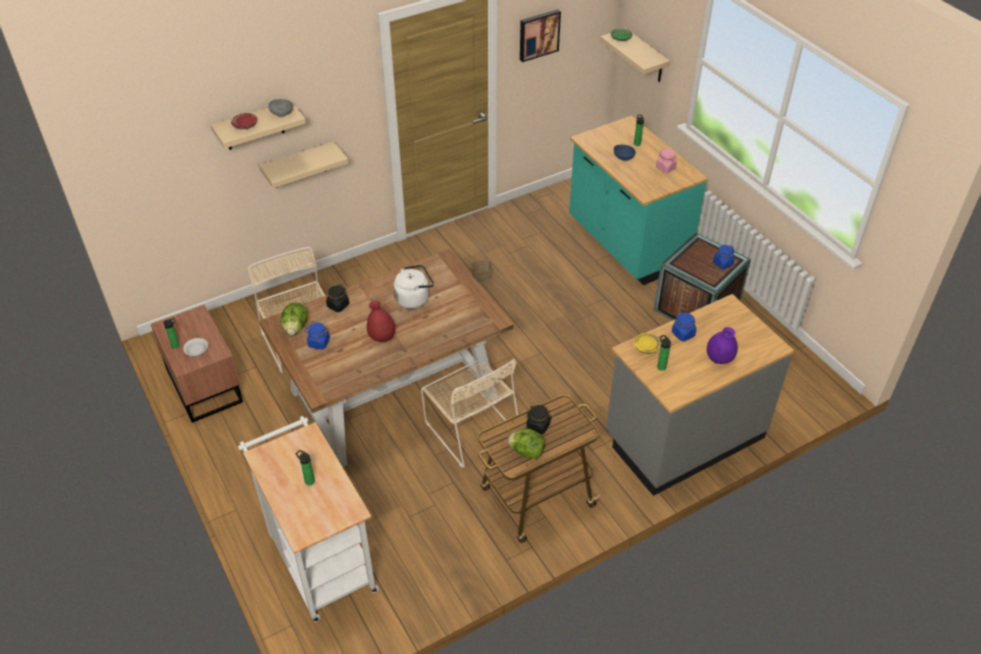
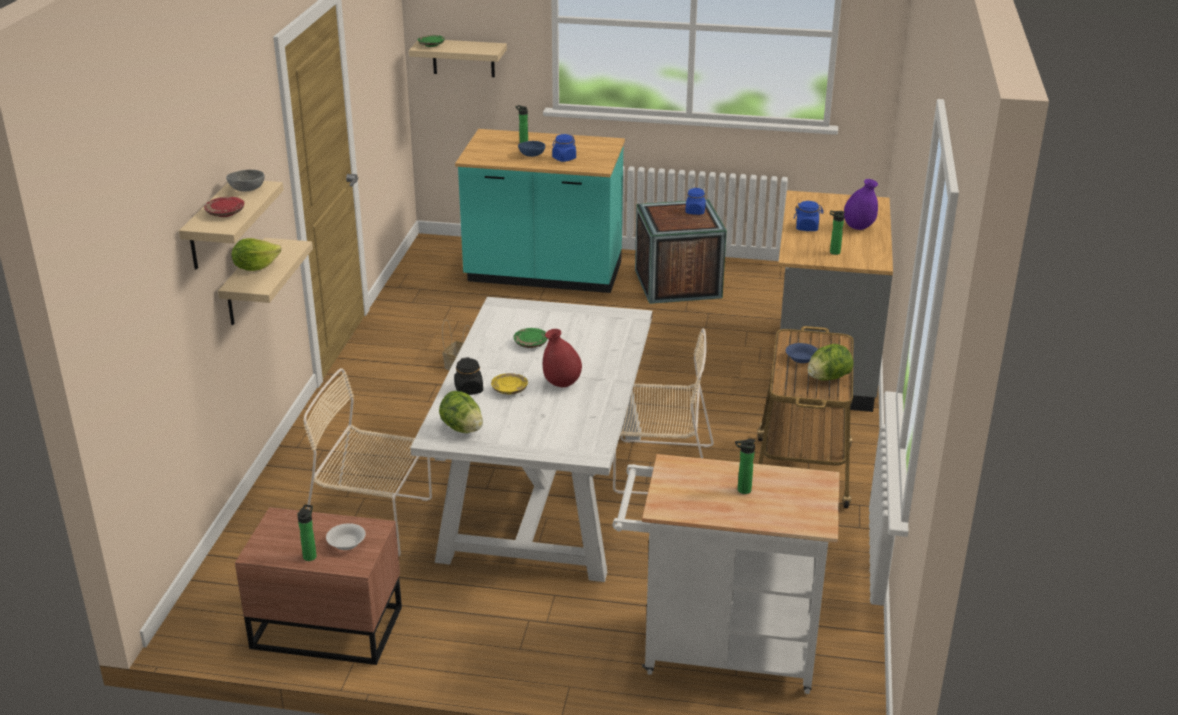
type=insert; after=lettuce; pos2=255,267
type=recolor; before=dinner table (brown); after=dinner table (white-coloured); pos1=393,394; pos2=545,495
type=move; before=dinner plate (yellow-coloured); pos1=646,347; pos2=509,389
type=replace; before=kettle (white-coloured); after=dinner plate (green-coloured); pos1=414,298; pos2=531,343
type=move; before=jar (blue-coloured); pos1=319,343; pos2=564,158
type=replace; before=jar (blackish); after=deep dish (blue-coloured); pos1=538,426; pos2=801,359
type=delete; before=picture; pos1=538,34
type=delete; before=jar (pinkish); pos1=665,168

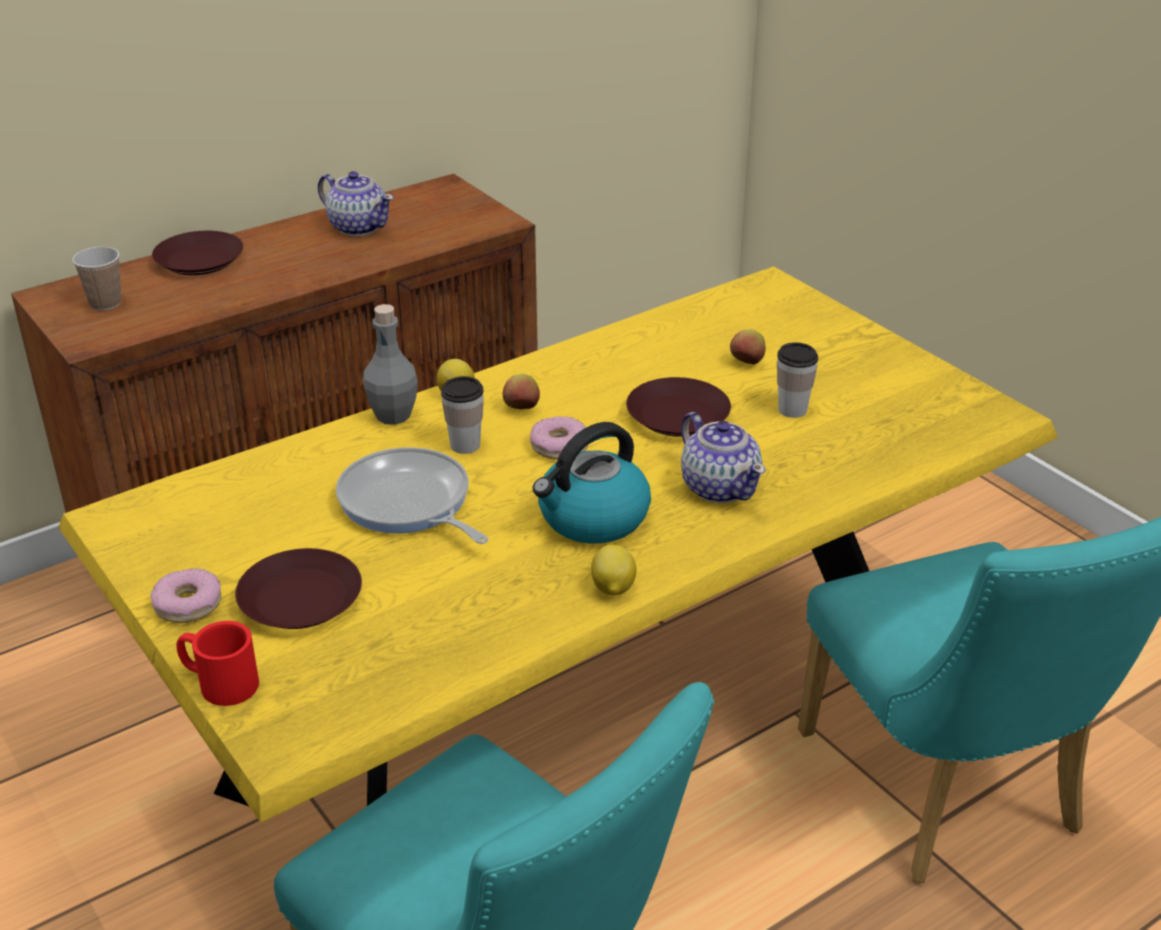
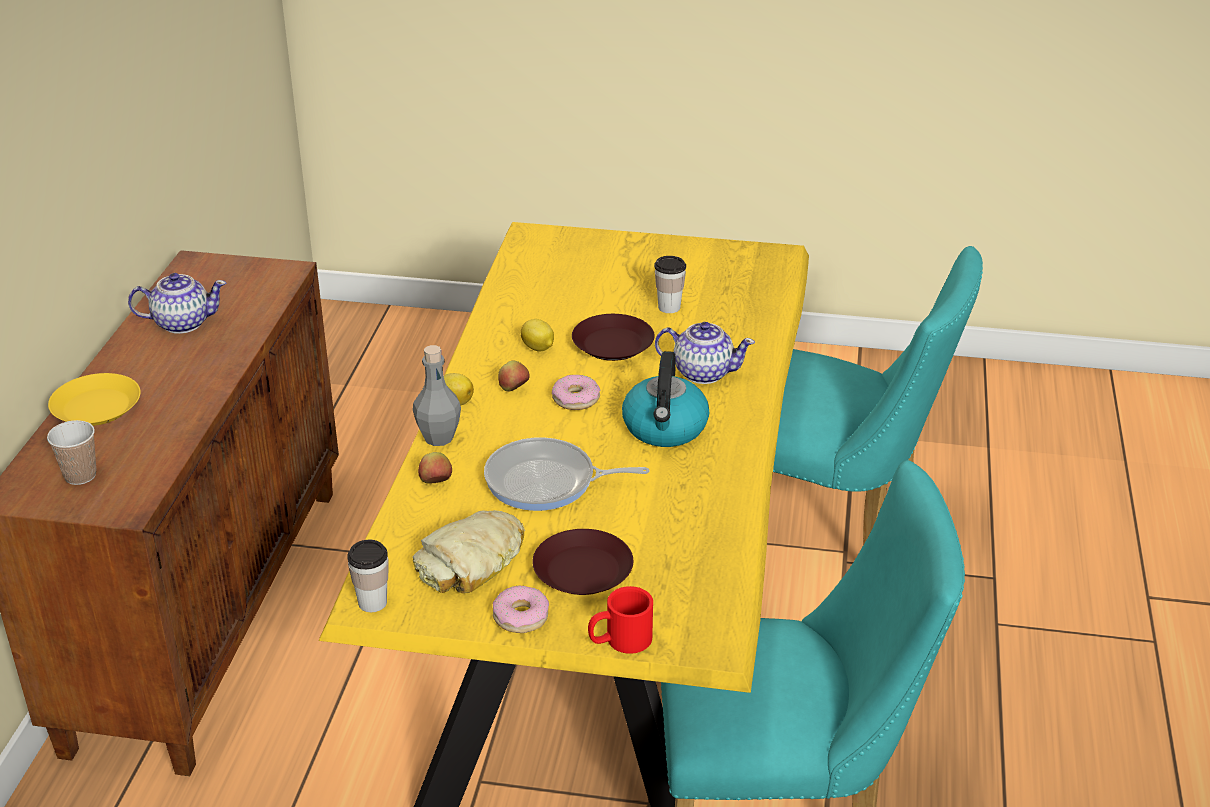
type=recolor; before=dinner plate (brown); after=dinner plate (yellow-coloured); pos1=200,261; pos2=97,407
type=move; before=drinking cup; pos1=465,445; pos2=372,602
type=insert; after=bread; pos2=472,562
type=move; before=apple; pos1=747,363; pos2=436,483
type=move; before=citrus fruit; pos1=612,588; pos2=538,348

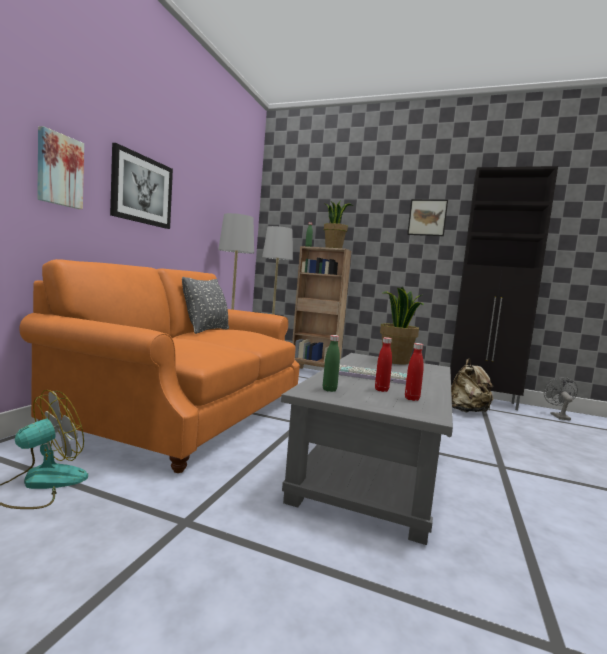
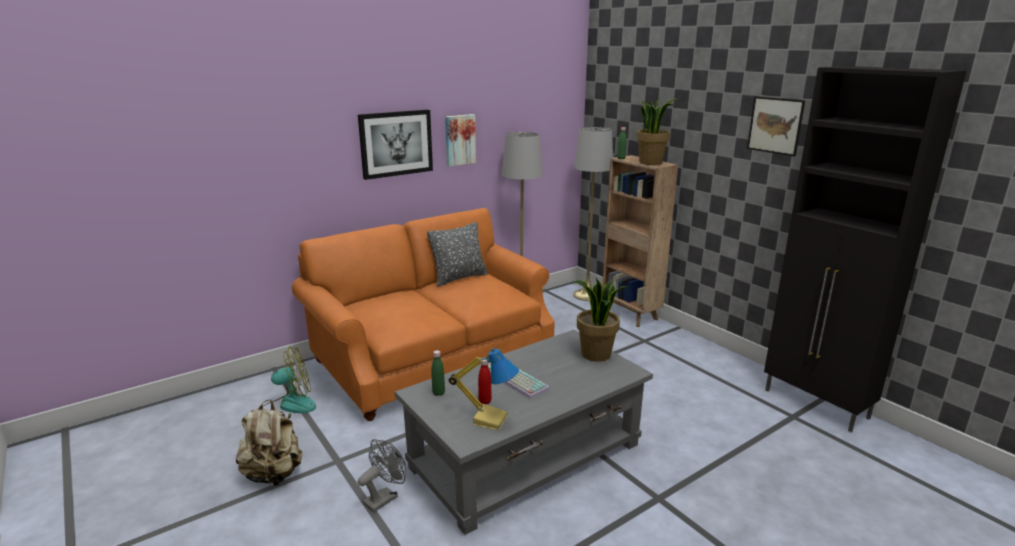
type=move; before=backpack (beige); pos1=467,411; pos2=274,474
type=move; before=fan (gray); pos1=558,416; pos2=384,497
type=move; before=picture; pos1=59,170; pos2=459,139
type=replace; before=bottle (red); after=table lamp; pos1=412,399; pos2=490,419

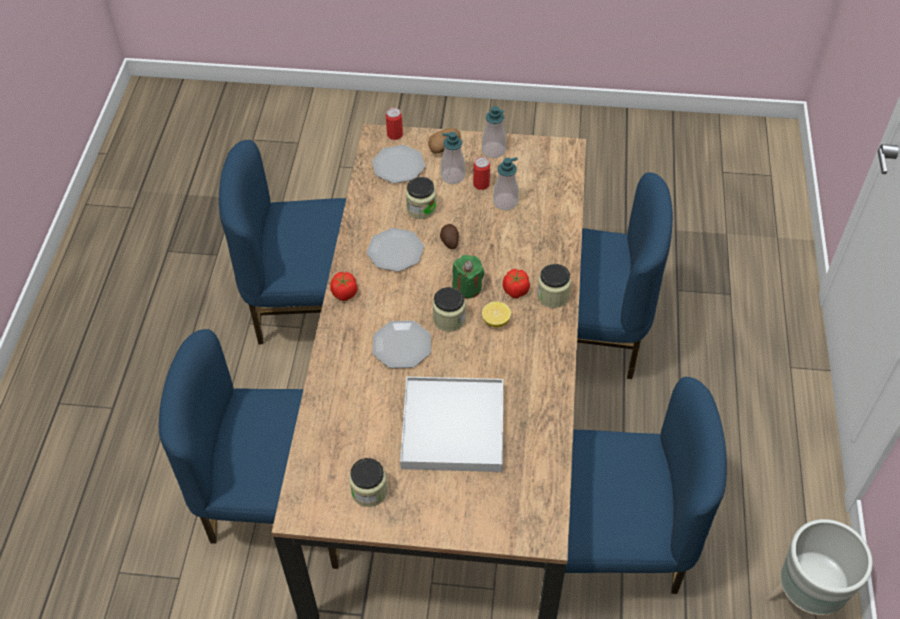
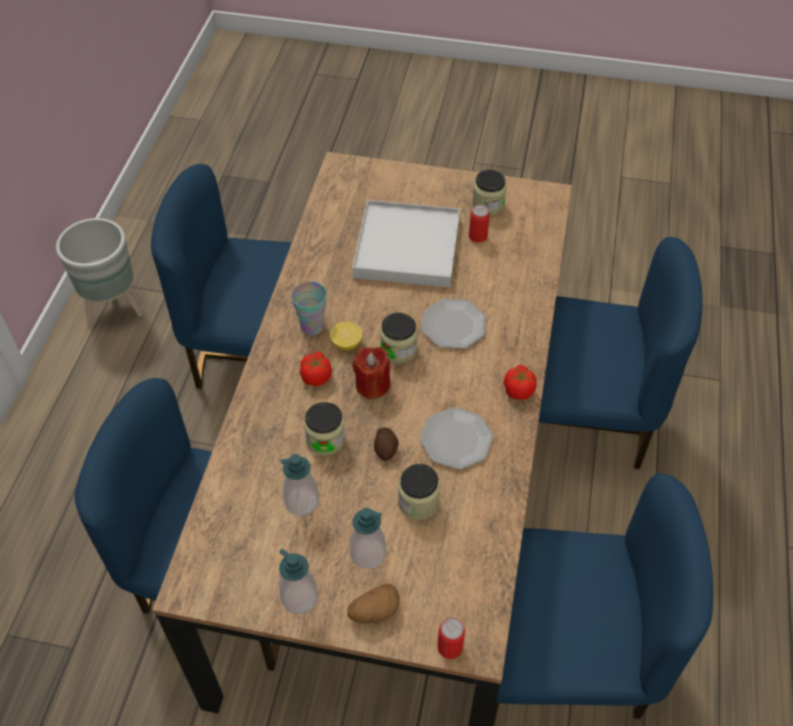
type=insert; after=drinking cup; pos2=312,326
type=move; before=jar; pos1=553,296; pos2=325,440
type=recolor; before=wax light (green-coloured); after=wax light (red); pos1=467,287; pos2=372,385
type=move; before=metal can; pos1=481,184; pos2=478,236
type=delete; before=dinner plate; pos1=399,165

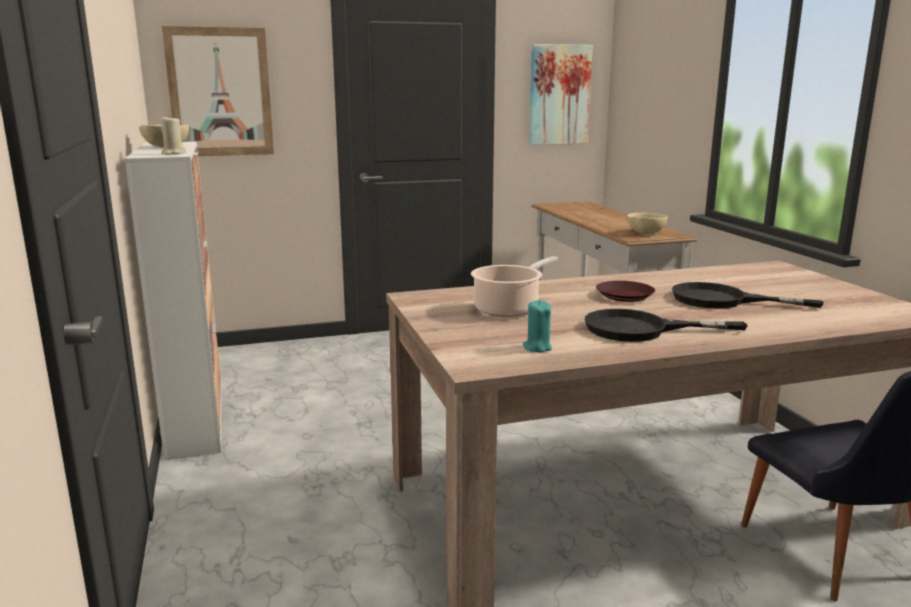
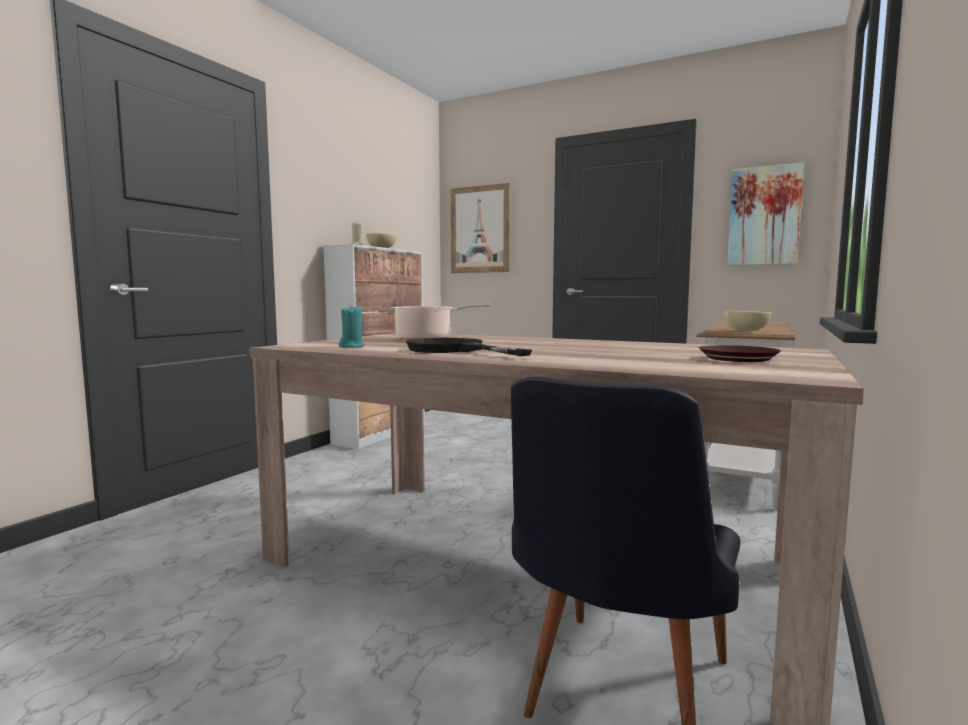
type=move; before=dinner plate (brown); pos1=624,295; pos2=737,359
type=delete; before=skillet (blackish); pos1=722,300

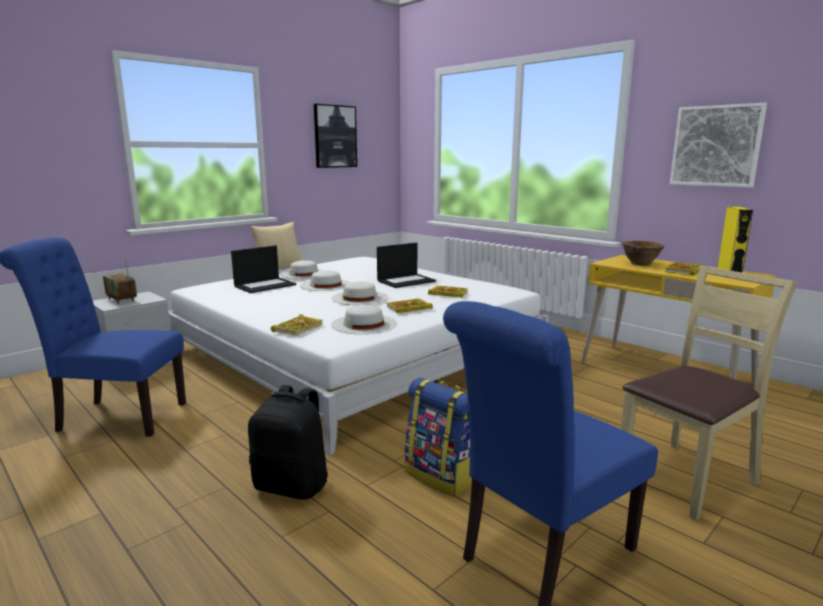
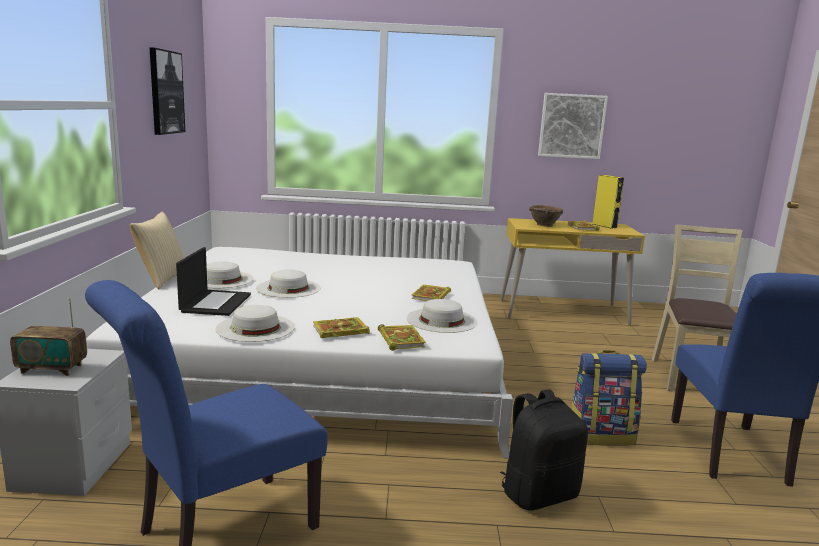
type=move; before=clothing hat (white-coloured); pos1=359,298; pos2=255,328
type=move; before=book; pos1=447,294; pos2=339,331
type=delete; before=portable computer; pos1=406,281

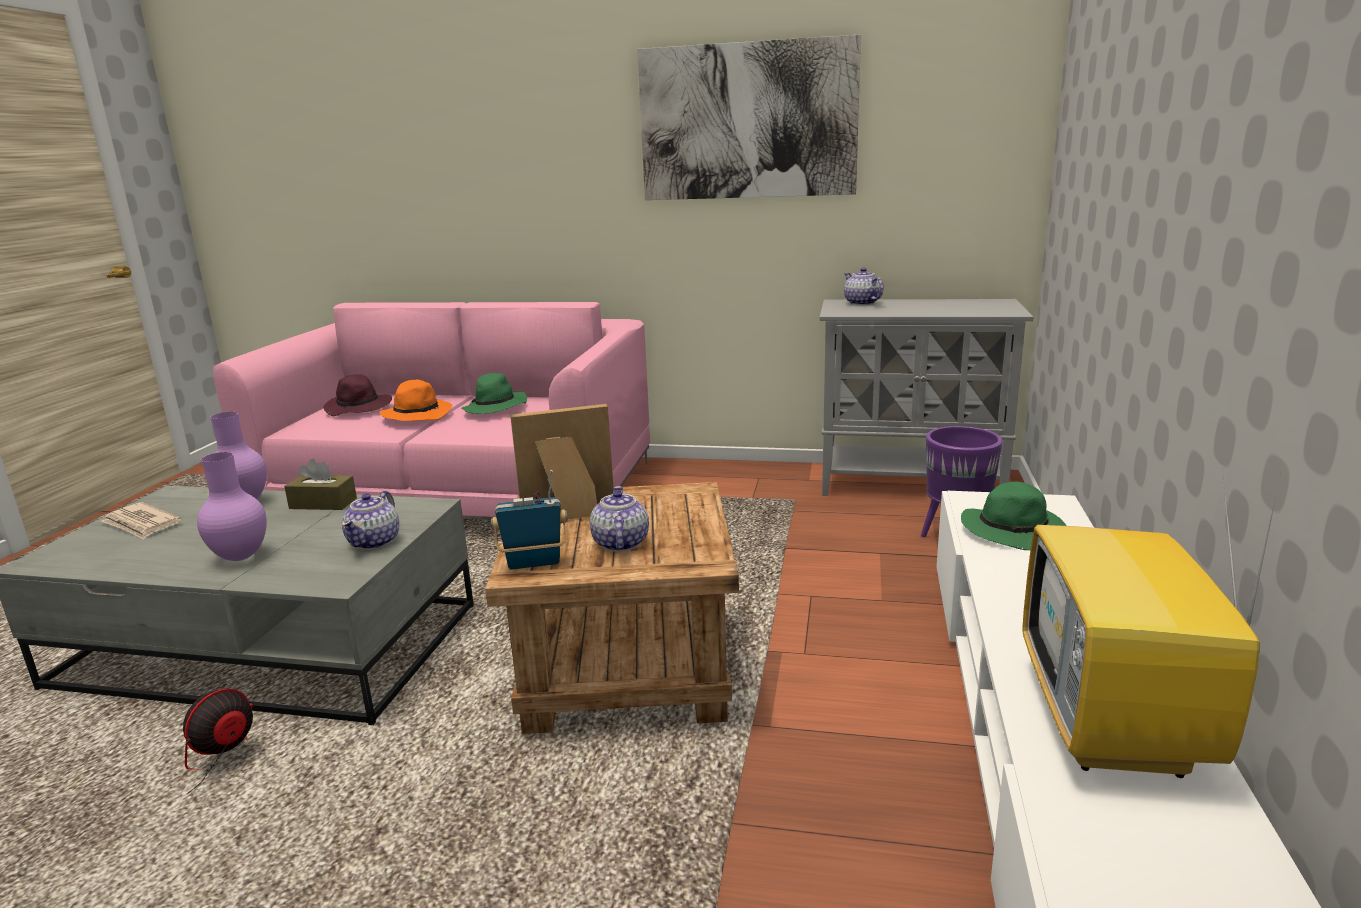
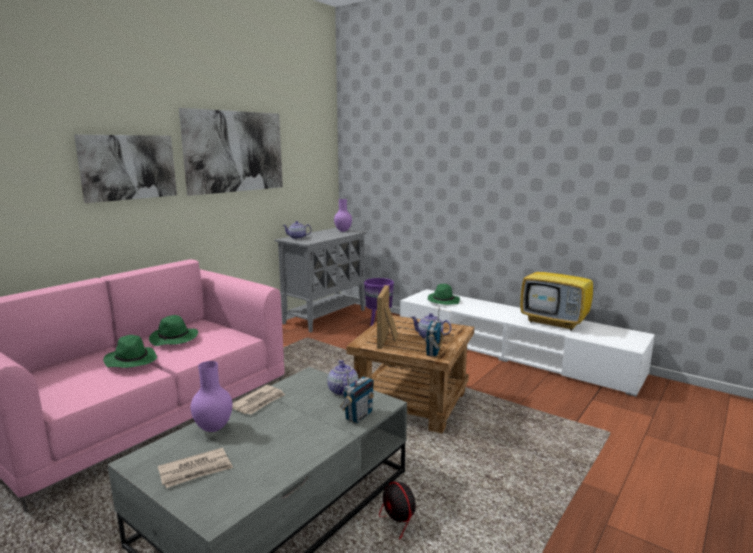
type=insert; after=picture; pos2=128,167
type=recolor; before=clothing hat (orange-coloured); after=clothing hat (green-coloured); pos1=418,414; pos2=131,361
type=replace; before=box of tissues (brown); after=printed paper; pos1=323,503; pos2=259,402
type=rotate; before=tea pot; pos1=375,541; pos2=342,391; turn=-135
type=move; before=flower vase (purplish); pos1=239,557; pos2=343,231
type=insert; after=radio set; pos2=358,416
type=delete; before=clothing hat (purplish); pos1=359,408

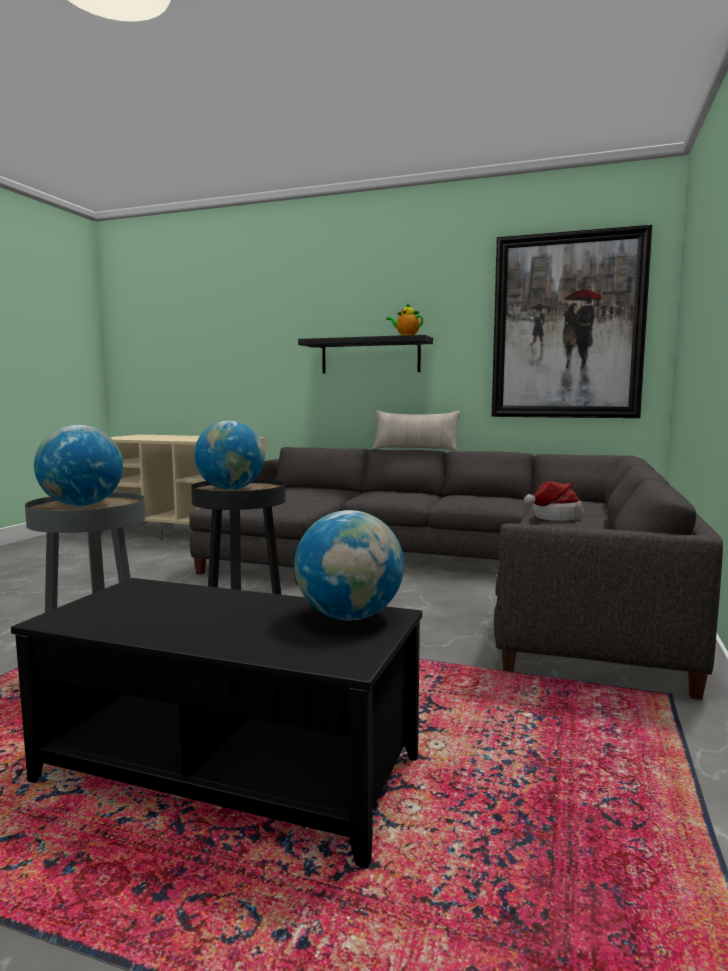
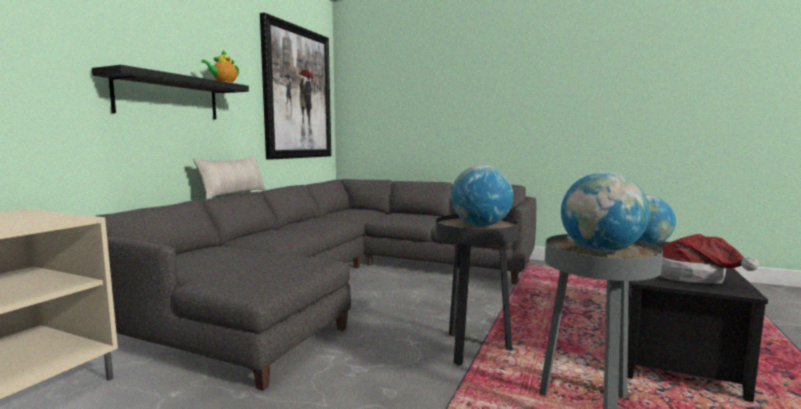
type=move; before=clothing hat; pos1=552,517; pos2=694,277

